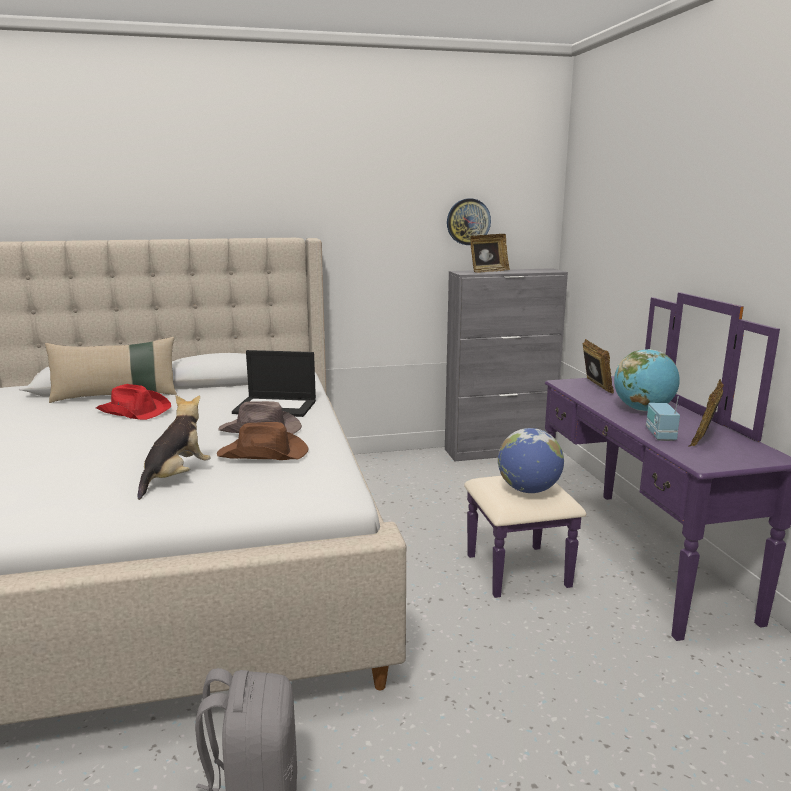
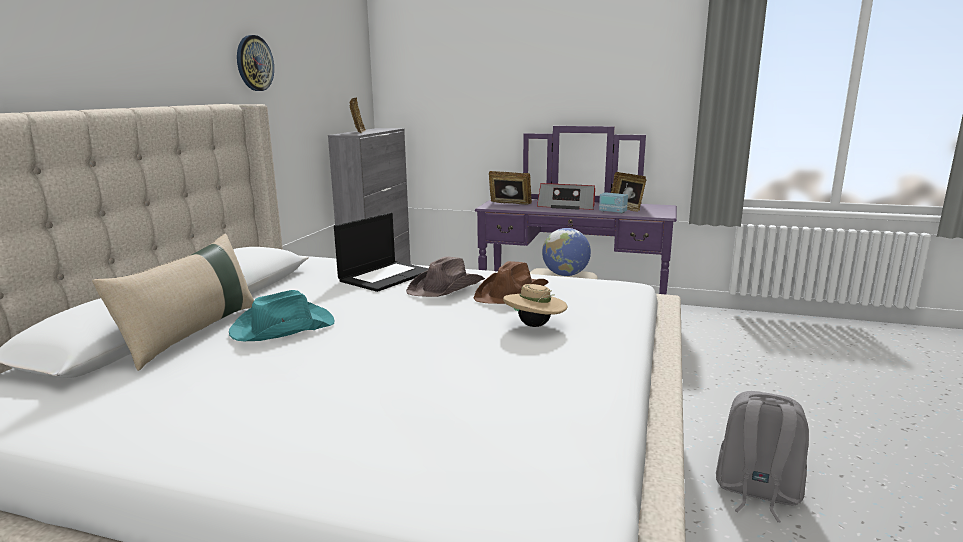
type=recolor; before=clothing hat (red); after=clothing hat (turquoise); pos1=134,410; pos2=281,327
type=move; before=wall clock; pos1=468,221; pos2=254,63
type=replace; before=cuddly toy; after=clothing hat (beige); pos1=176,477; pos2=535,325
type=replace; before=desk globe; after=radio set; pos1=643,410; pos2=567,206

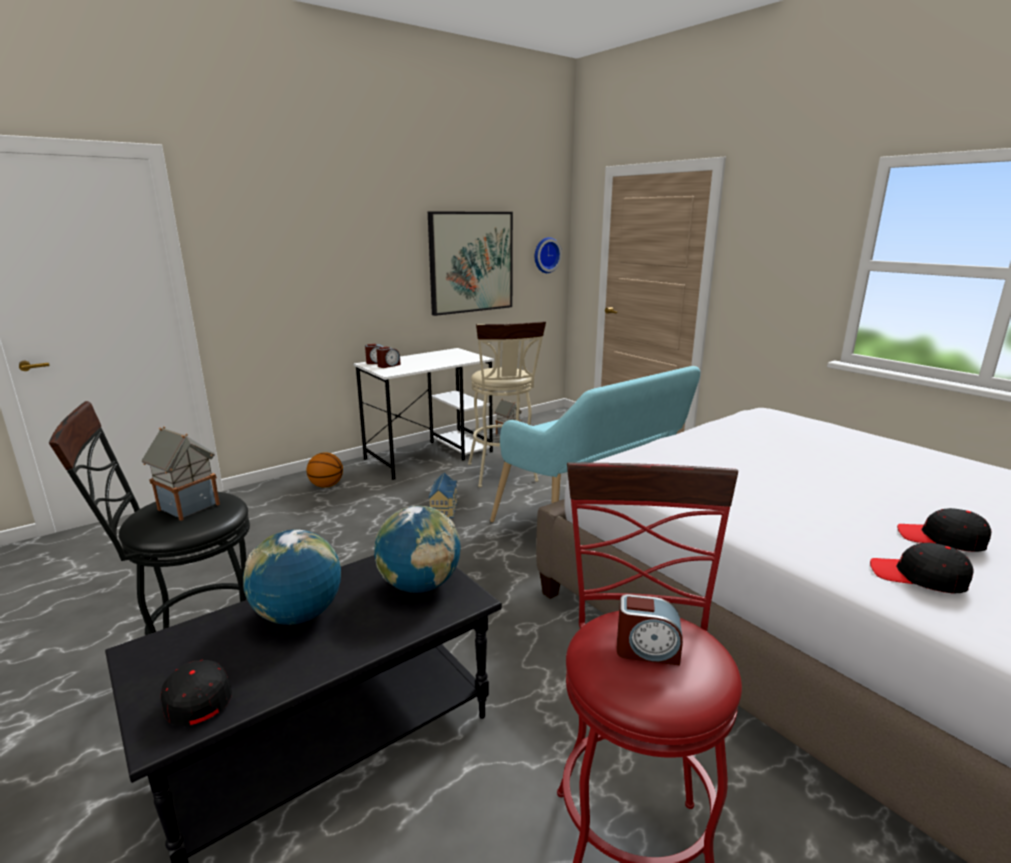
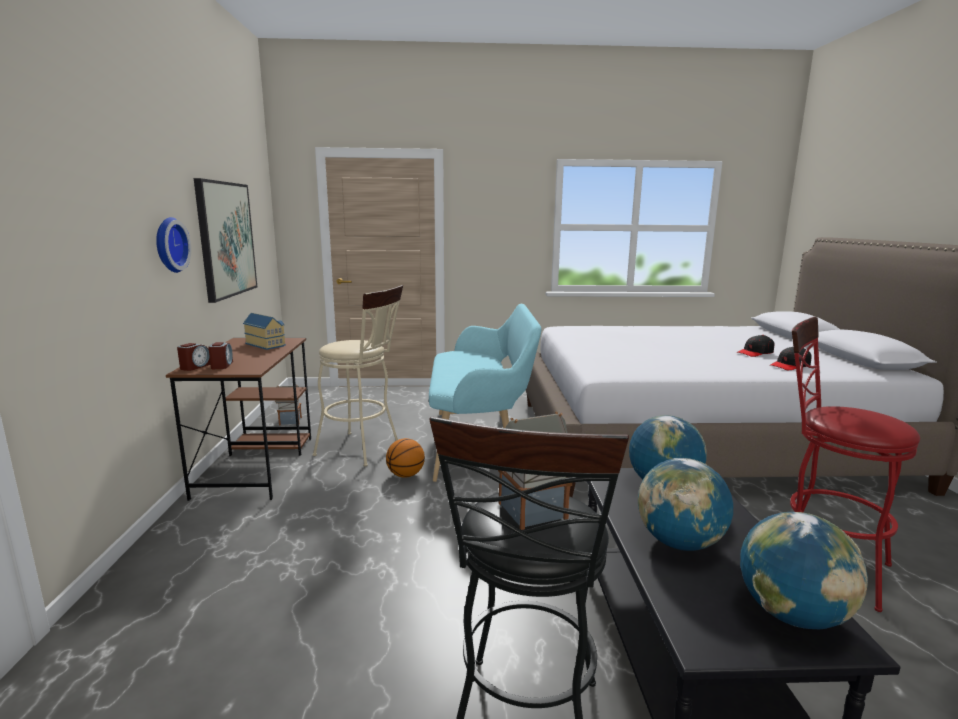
type=move; before=wall clock; pos1=545,255; pos2=168,245
type=recolor; before=desk unit (white-coloured); after=desk unit (brown); pos1=430,455; pos2=257,465
type=move; before=toy house; pos1=445,509; pos2=266,344
type=move; before=basketball; pos1=326,486; pos2=406,475
type=replace; before=baseball cap (blackish); after=desk globe; pos1=195,696; pos2=791,615
type=delete; before=bedside clock; pos1=647,650

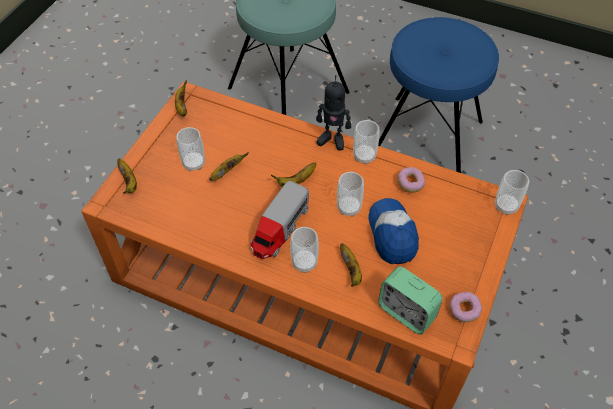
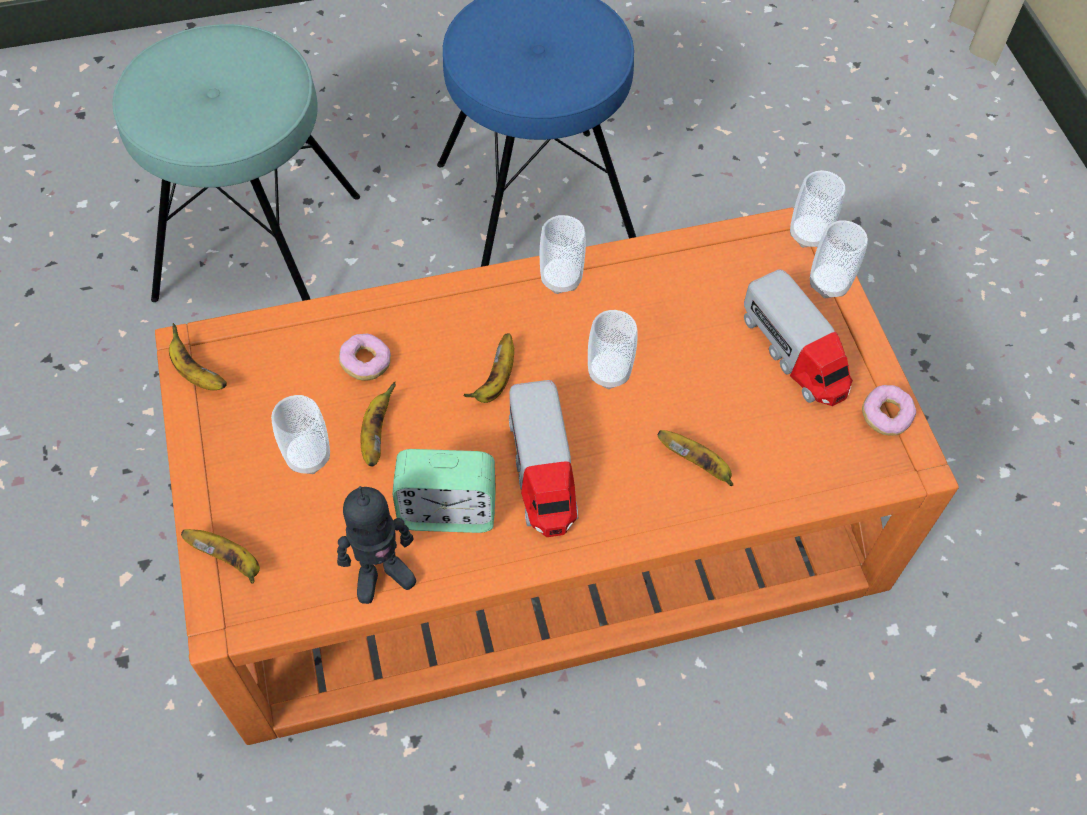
type=move; before=robot figure; pos1=332,139; pos2=381,574
type=move; before=ring doughnut; pos1=410,184; pos2=366,363
type=move; before=bedside clock; pos1=406,312; pos2=448,511
type=insert; after=model truck; pos2=795,353
type=move; before=drinking cup; pos1=304,263; pos2=829,284
type=delete; before=baseball cap; pos1=392,234

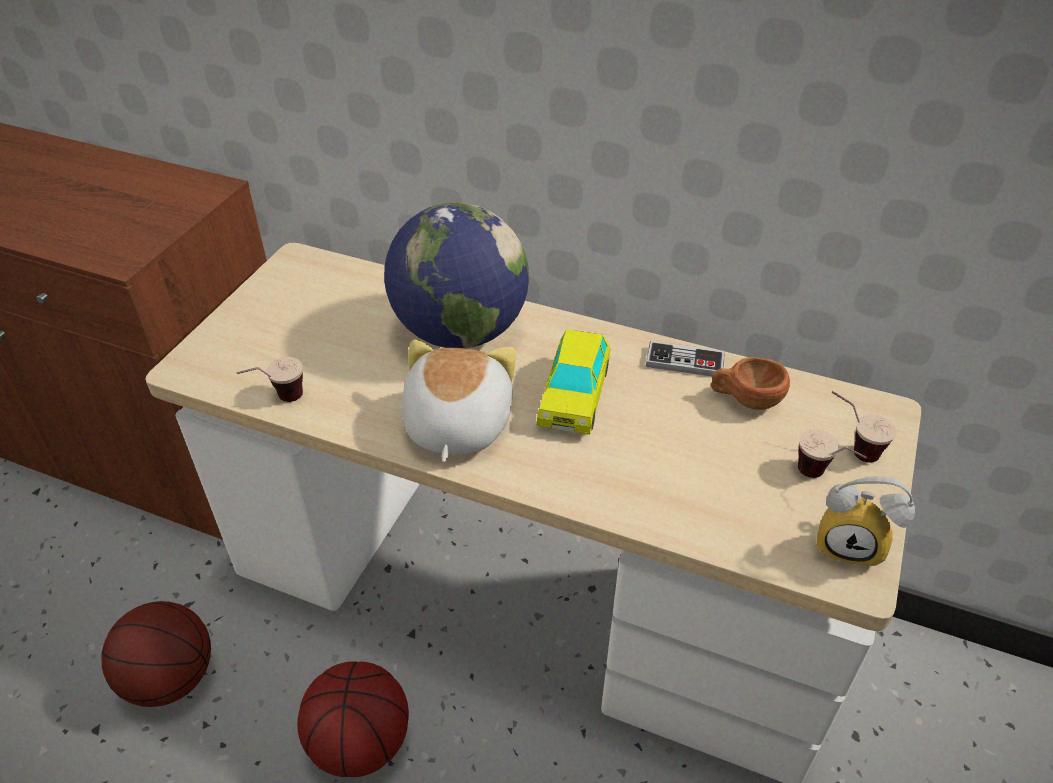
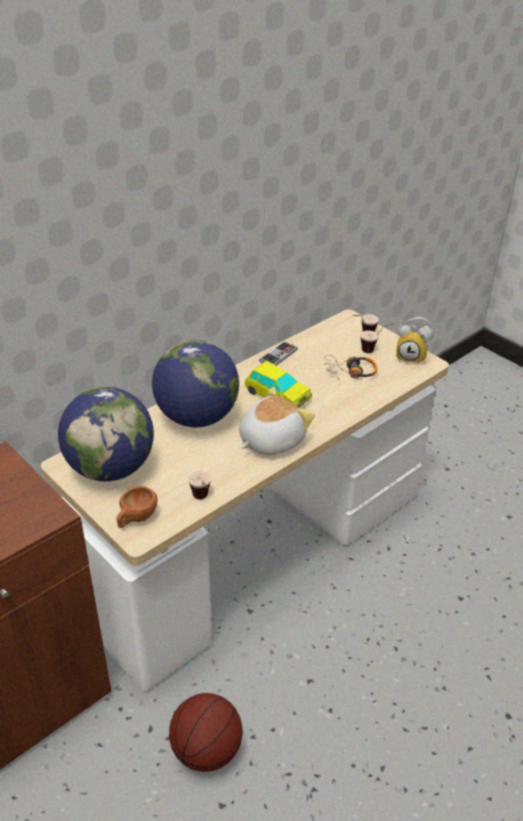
type=insert; after=desk globe; pos2=111,468
type=move; before=drinking cup (brown); pos1=745,400; pos2=136,518
type=rotate; before=cuddly toy; pos1=455,425; pos2=270,440; turn=105
type=insert; after=pair of headphones; pos2=350,372
type=rotate; before=bedside clock; pos1=851,544; pos2=411,357; turn=60
type=delete; before=basketball; pos1=361,741

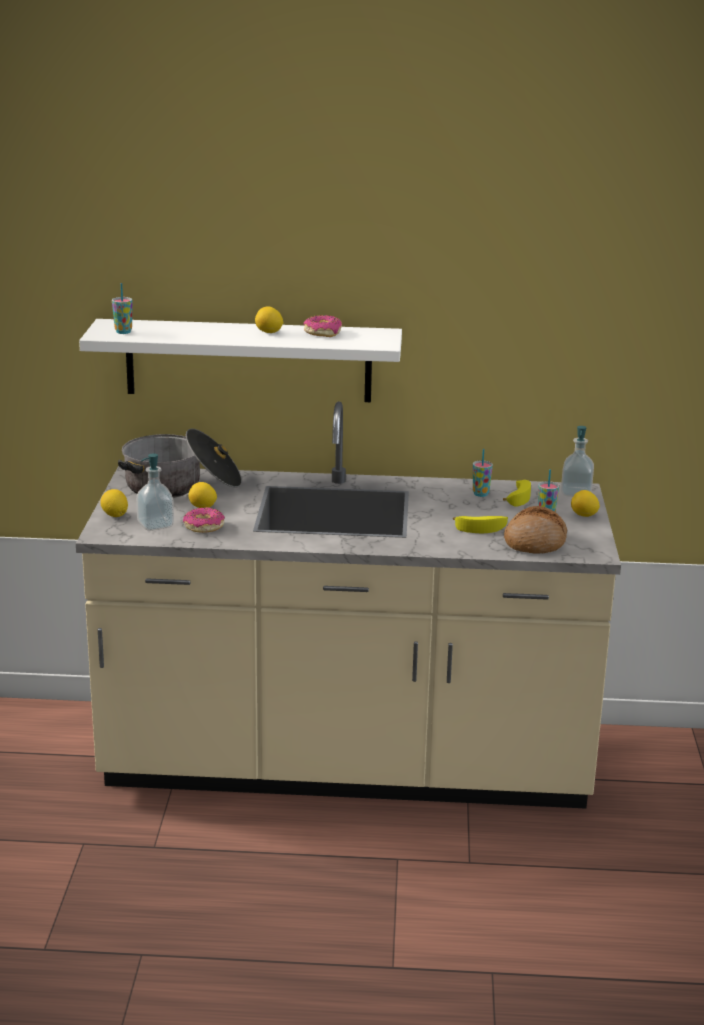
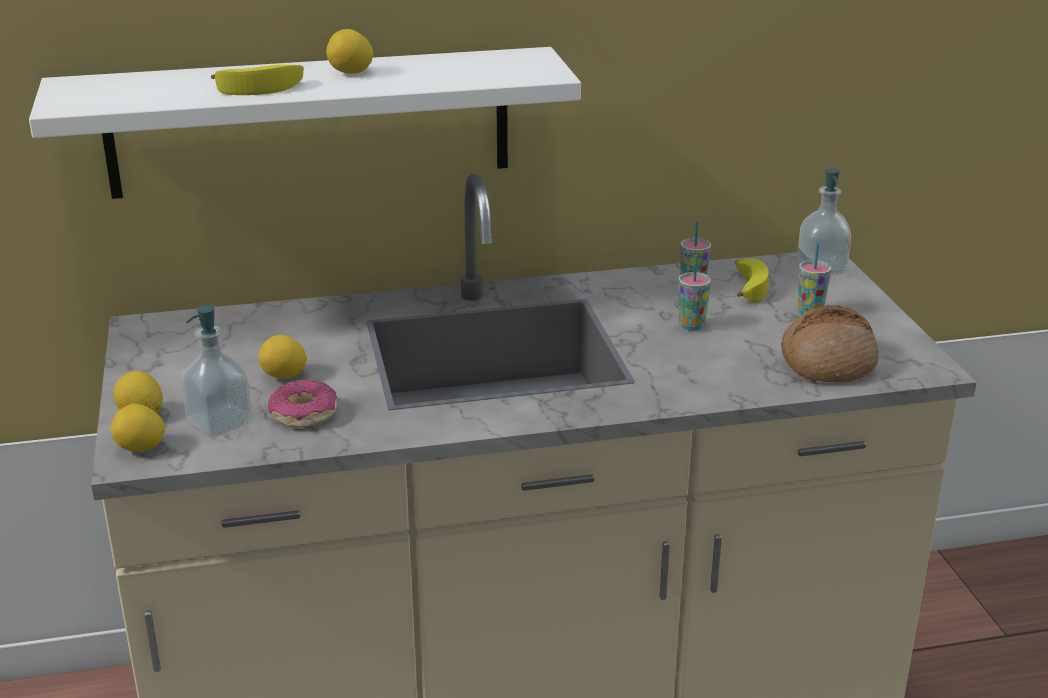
type=move; before=citrus fruit; pos1=584,515; pos2=141,448
type=move; before=whole banana; pos1=482,527; pos2=263,87
type=move; before=drinking cup; pos1=123,332; pos2=691,325
type=delete; before=stockpot; pos1=181,486
type=delete; before=ring doughnut; pos1=323,333

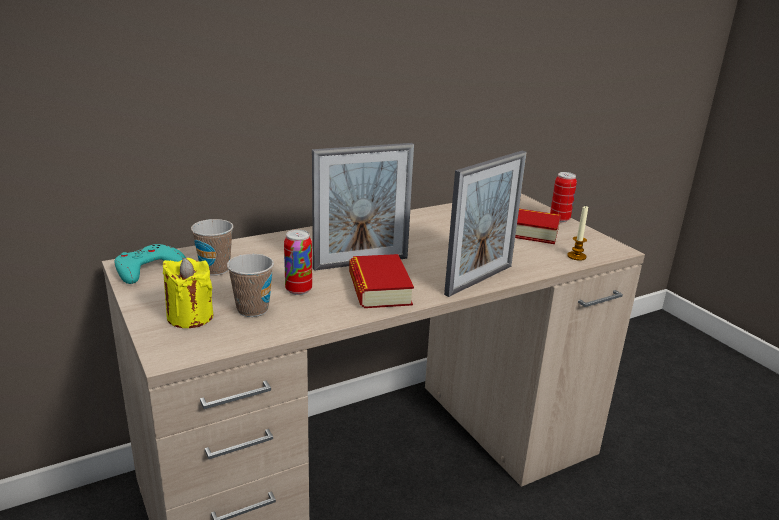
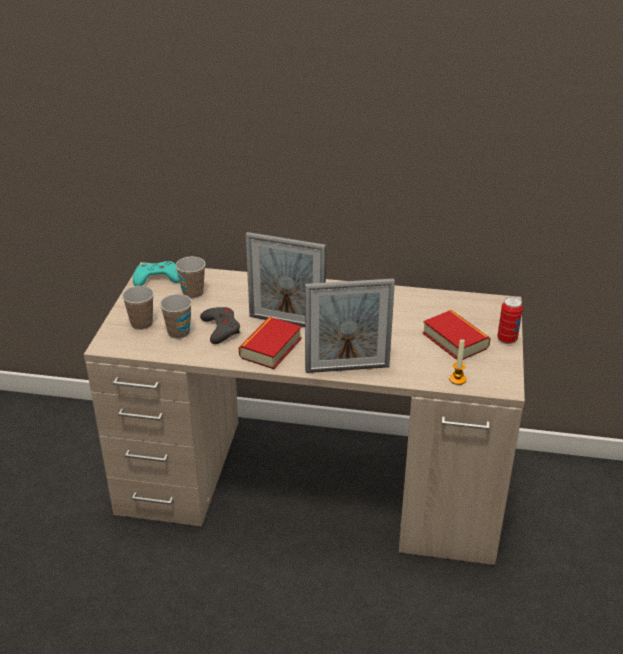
type=replace; before=wax light (yellow-coloured); after=drinking cup; pos1=190,317; pos2=141,324
type=replace; before=metal can; after=game controller (gray); pos1=298,290; pos2=221,328

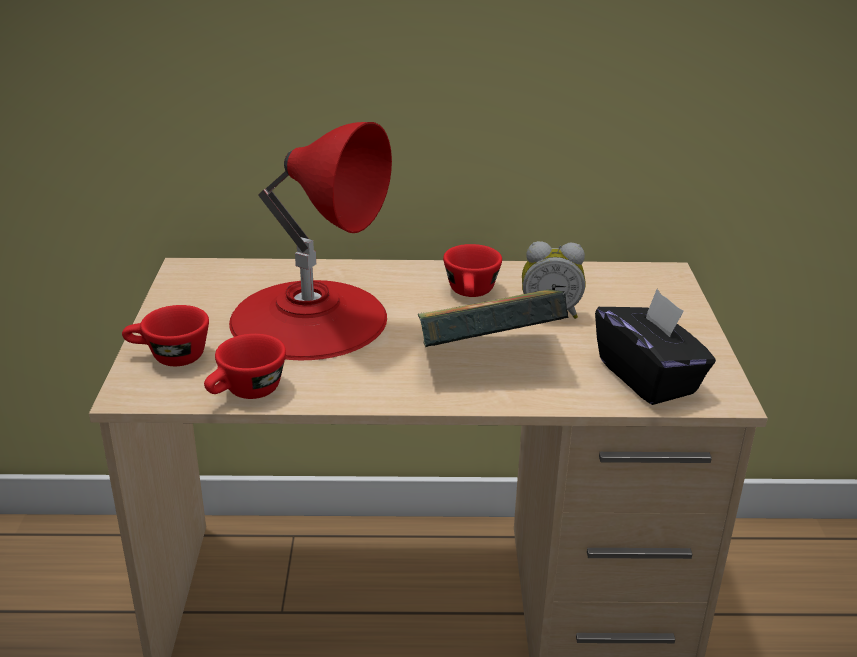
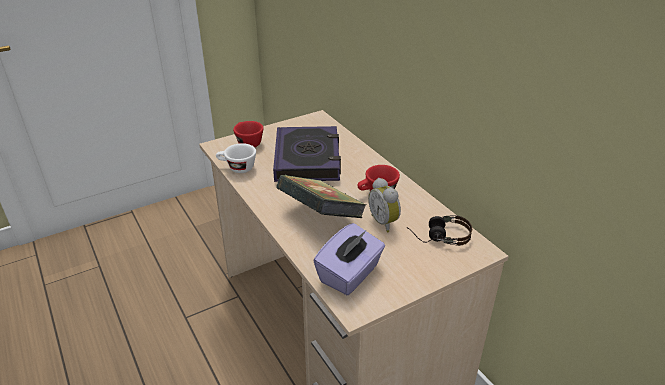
type=recolor; before=drinking cup (red); after=drinking cup (white-coloured); pos1=246,393; pos2=237,168
type=replace; before=table lamp (red); after=book; pos1=309,318; pos2=307,159
type=recolor; before=box of tissues (blackish); after=box of tissues (purplish); pos1=648,377; pos2=350,274
type=insert; after=pair of headphones; pos2=437,237

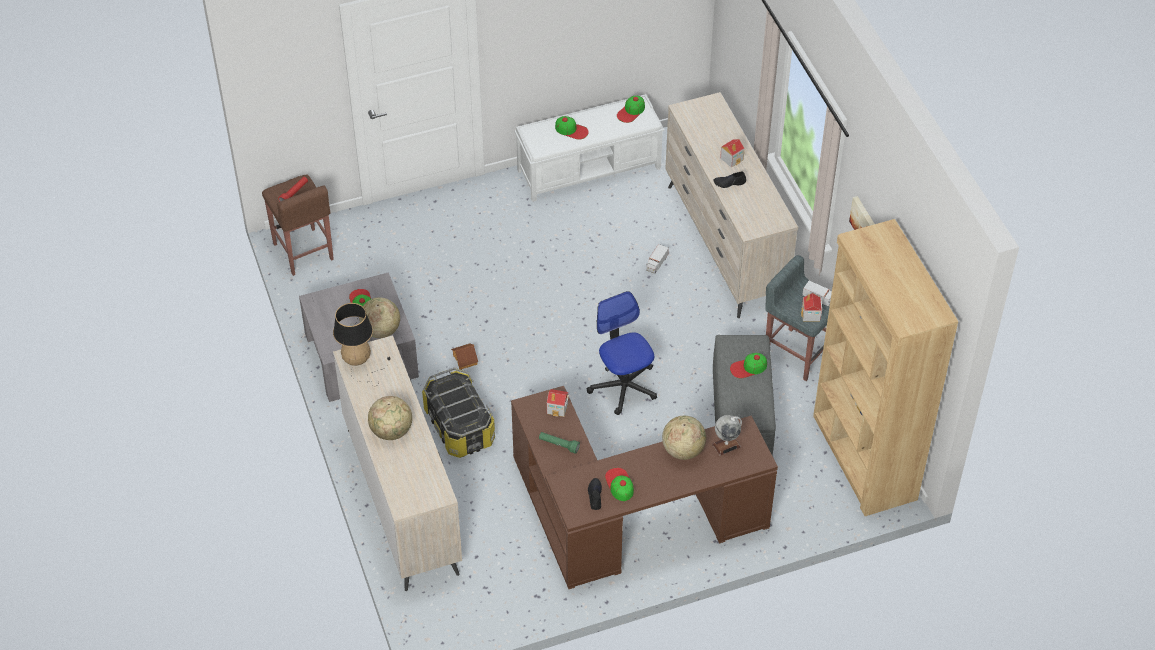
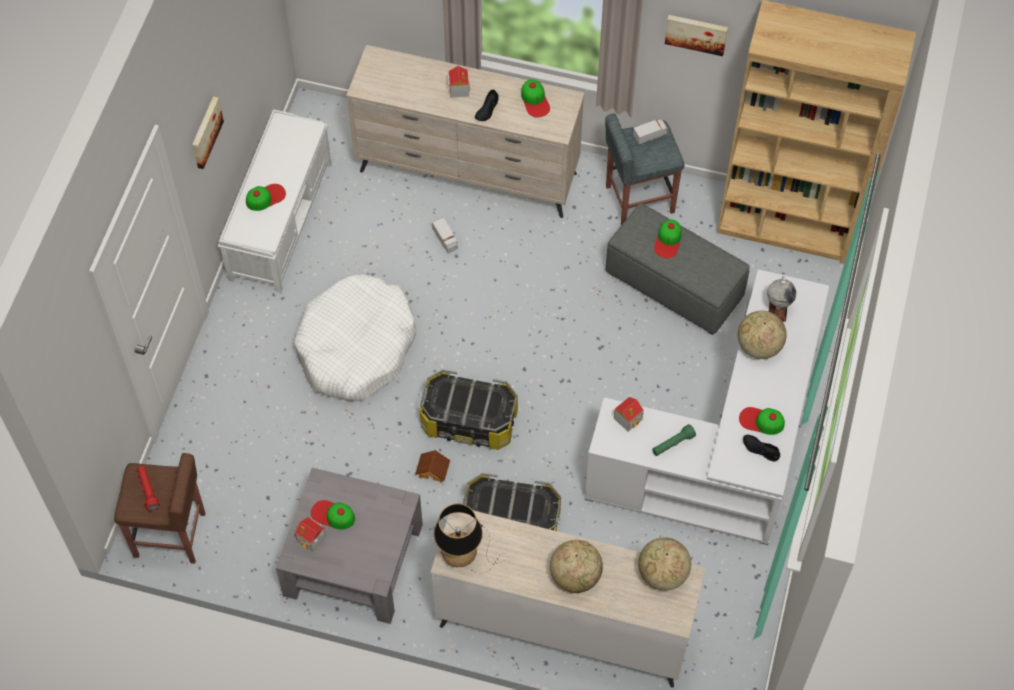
type=insert; after=picture; pos2=205,132
type=insert; after=dog cushion (white-coloured); pos2=356,347
type=move; before=toy house; pos1=810,315; pos2=311,538
type=insert; after=storage container; pos2=469,422
type=move; before=baseball cap; pos1=631,111; pos2=535,100
type=recolor; before=desk unit (brown); after=desk unit (white-coloured); pos1=626,519; pos2=723,449
type=move; before=desk globe; pos1=381,330; pos2=662,574
type=delete; before=office chair; pos1=623,386

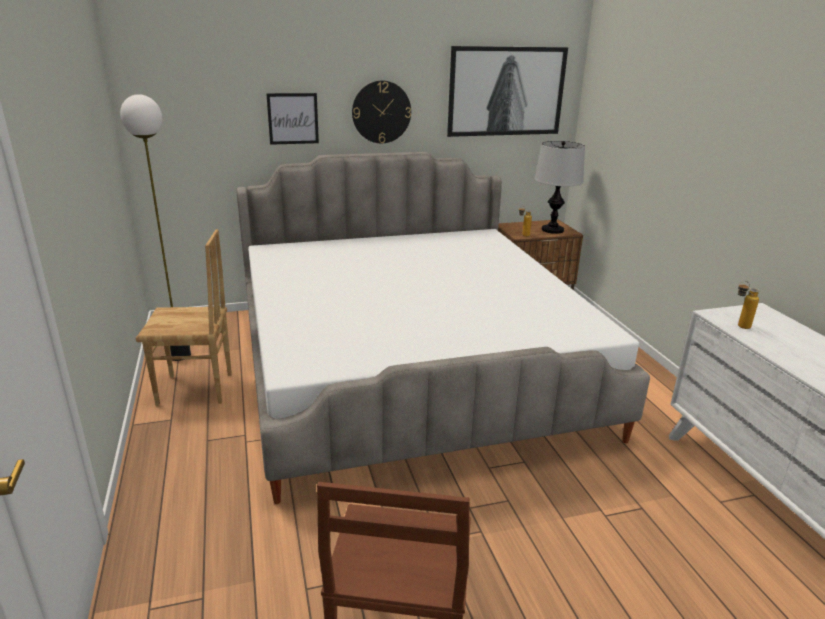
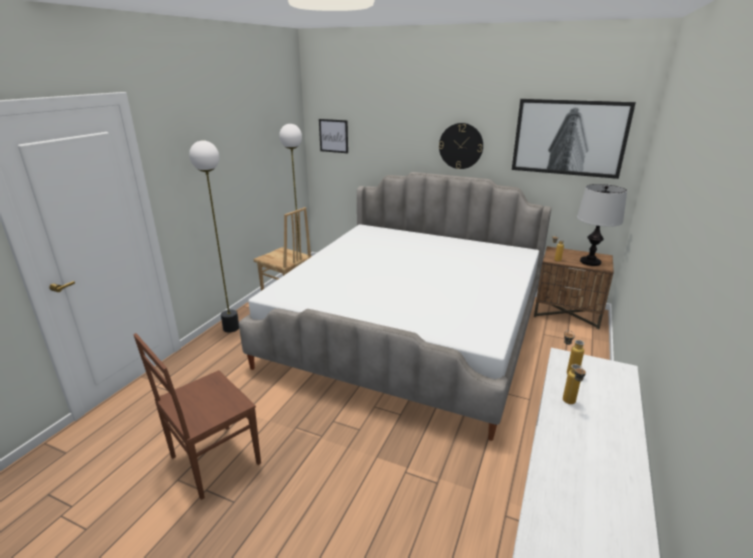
type=insert; after=standing lamp; pos2=231,328
type=move; before=picture; pos1=293,118; pos2=333,136
type=insert; after=bottle; pos2=570,404

